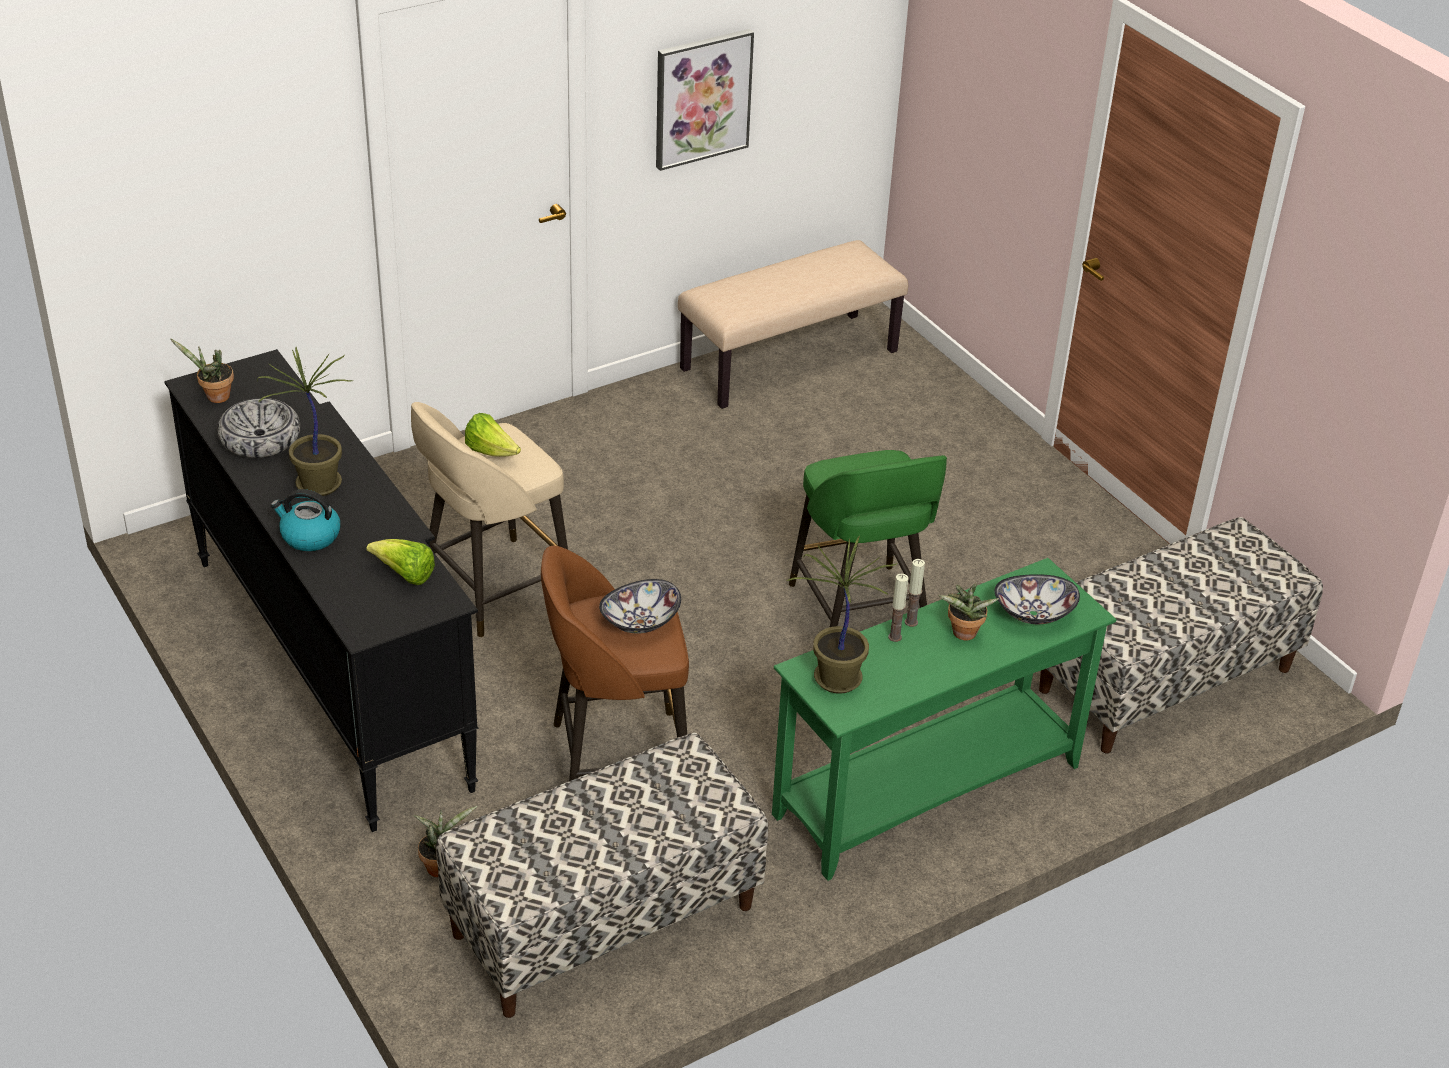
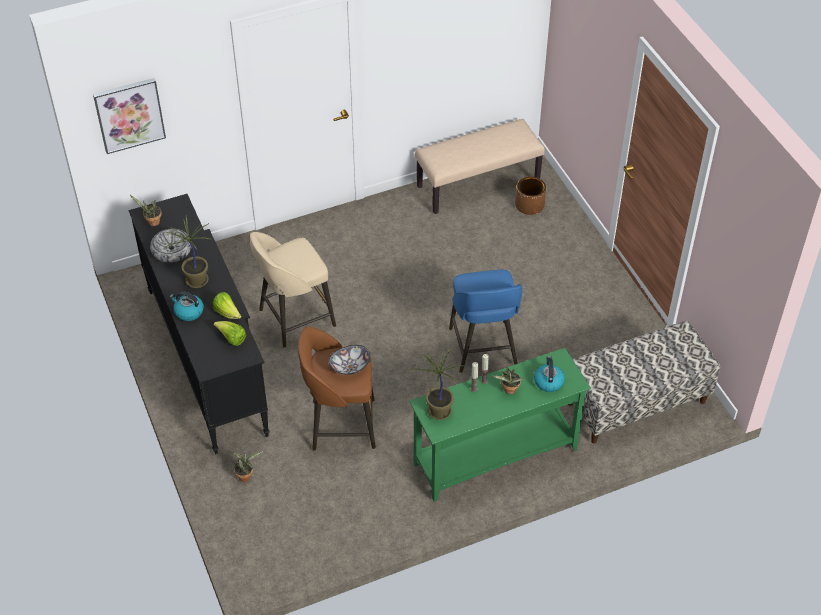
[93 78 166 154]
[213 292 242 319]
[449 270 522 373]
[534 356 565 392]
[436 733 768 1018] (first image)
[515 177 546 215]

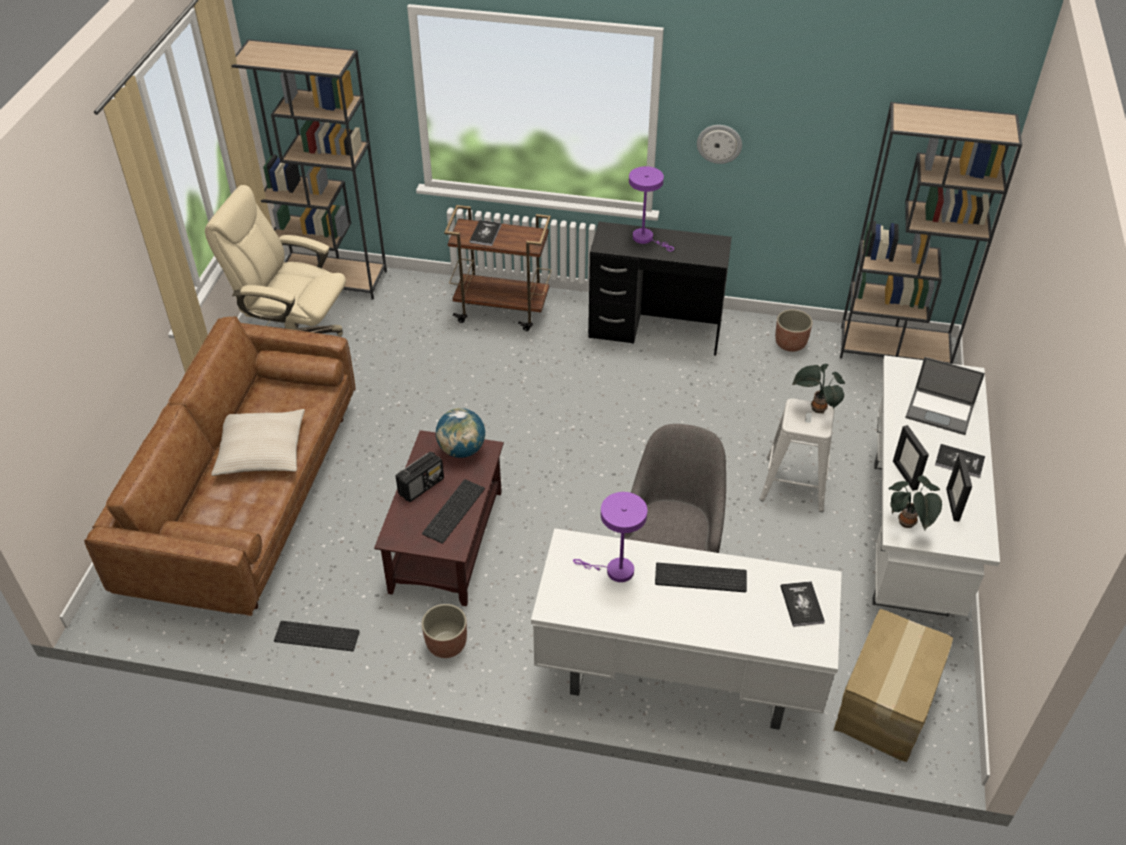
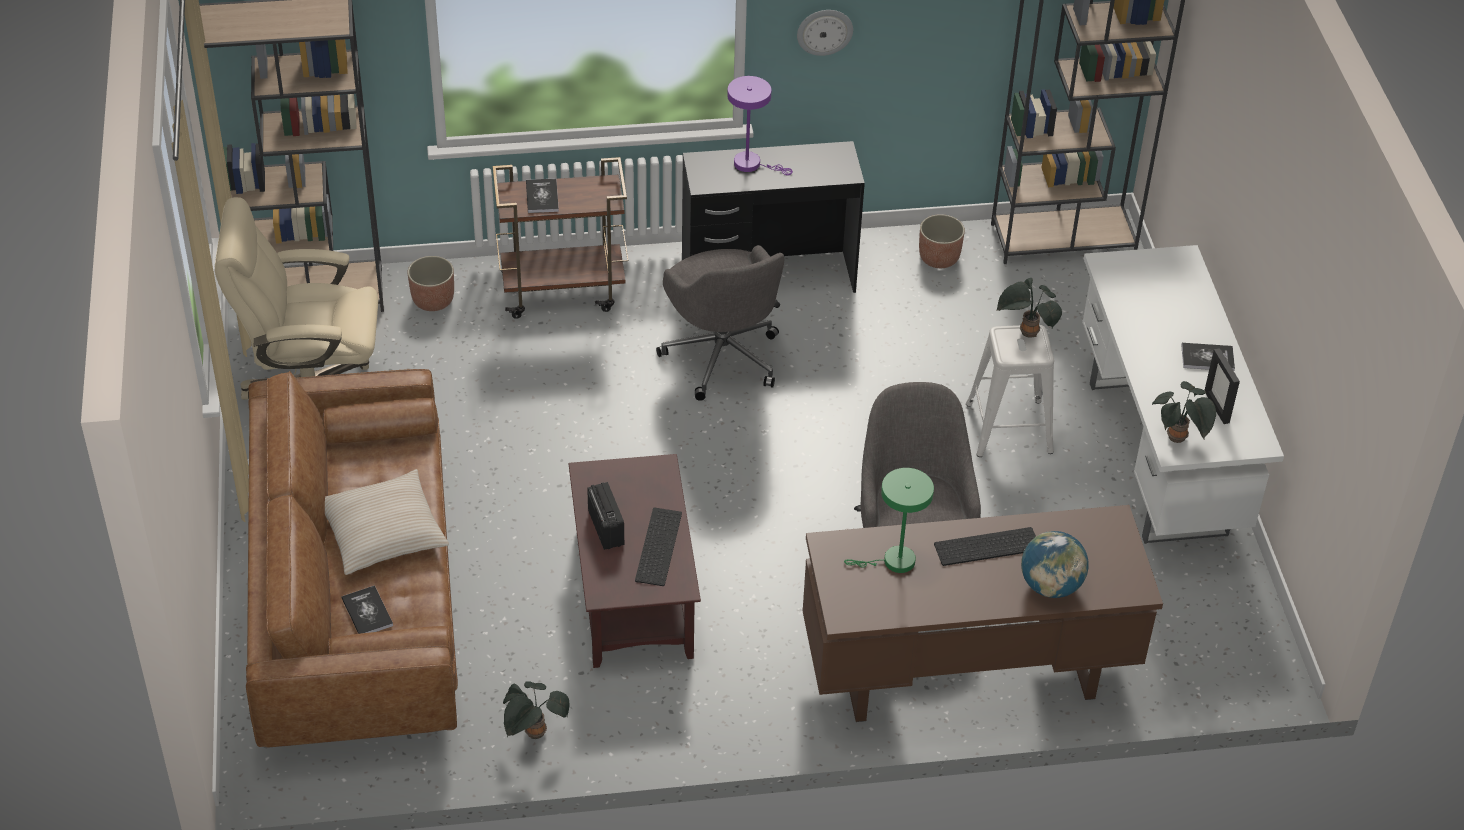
[905 357 985 435] (first image)
[1021 531 1089 598]
[893 425 929 491] (first image)
[587 482 624 550]
[844 468 934 573]
[802 505 1163 722]
[341 585 393 634]
[407 256 454 311]
[834 609 953 762] (first image)
[503 681 570 739]
[656 245 784 401]

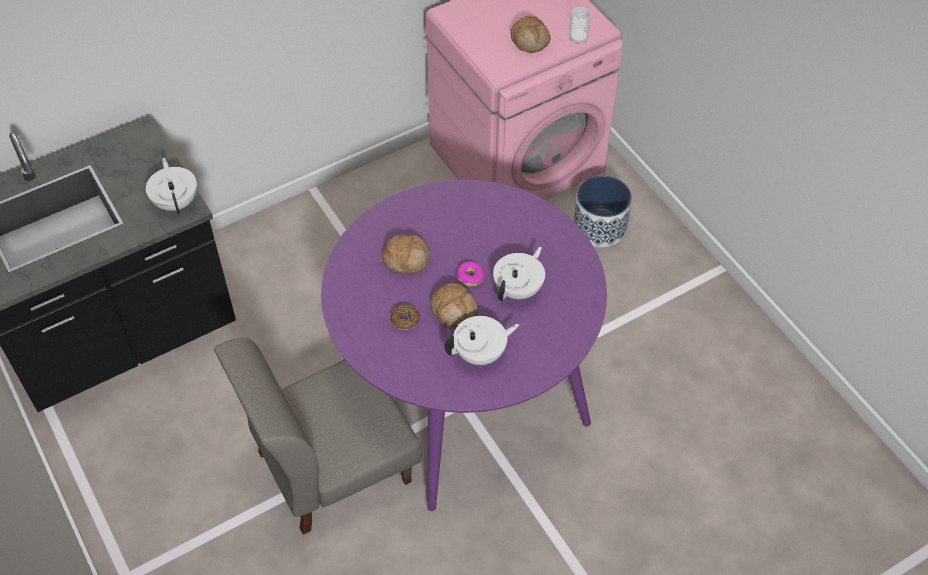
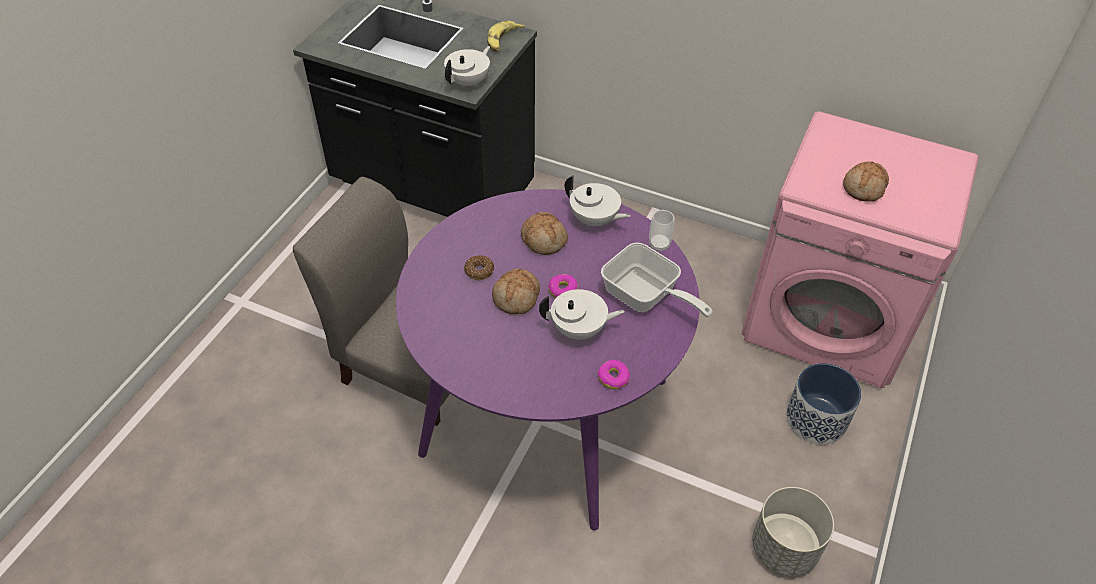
[649 210 675 252]
[565 176 631 228]
[487 21 525 52]
[601 243 712 317]
[598 360 630 389]
[752 487 834 576]

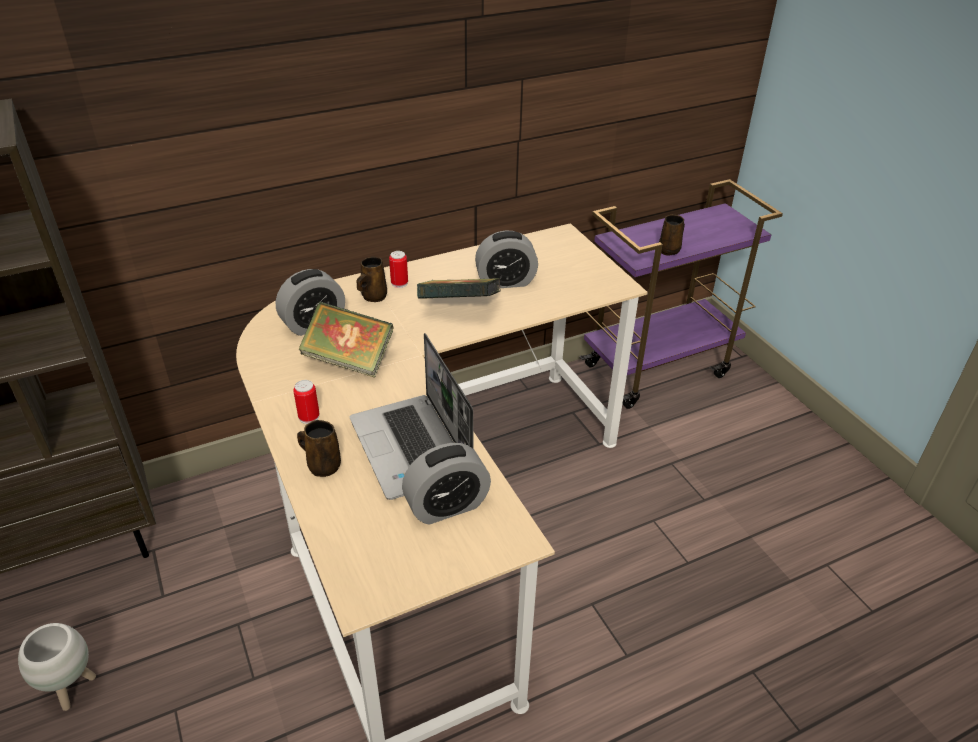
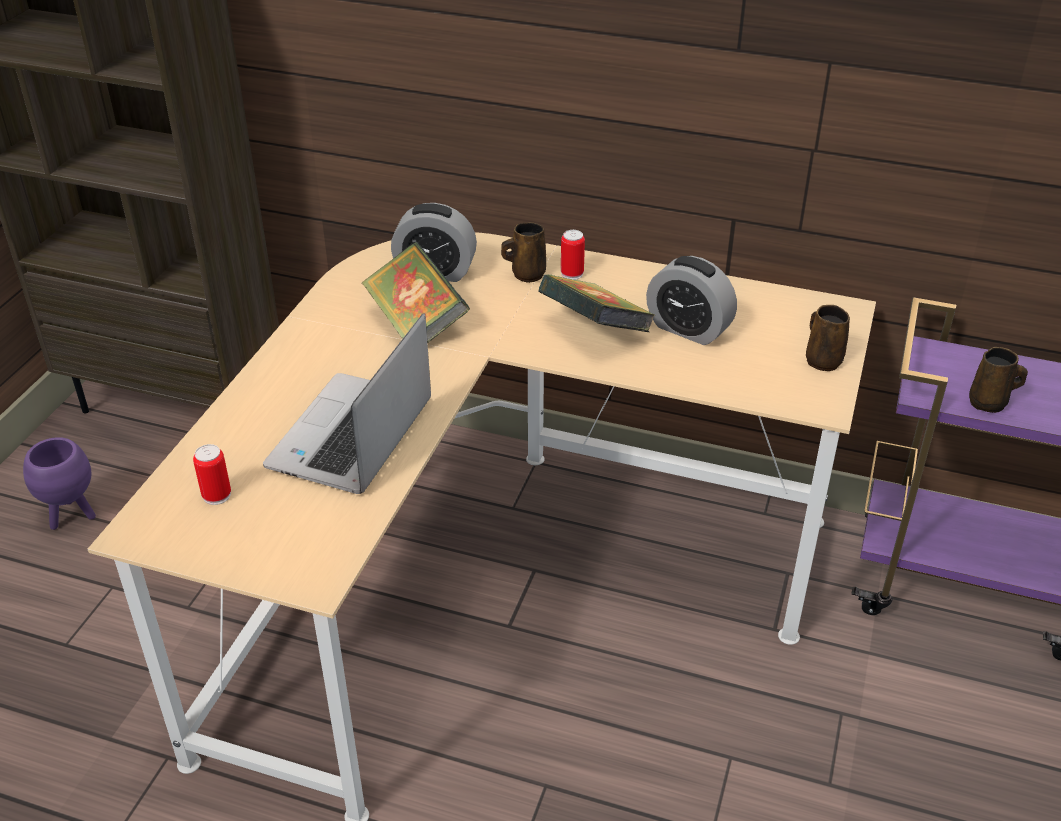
[193 444 231 505]
[806 305 850 371]
[402 443 491 524] (first image)
[23 437 96 530]

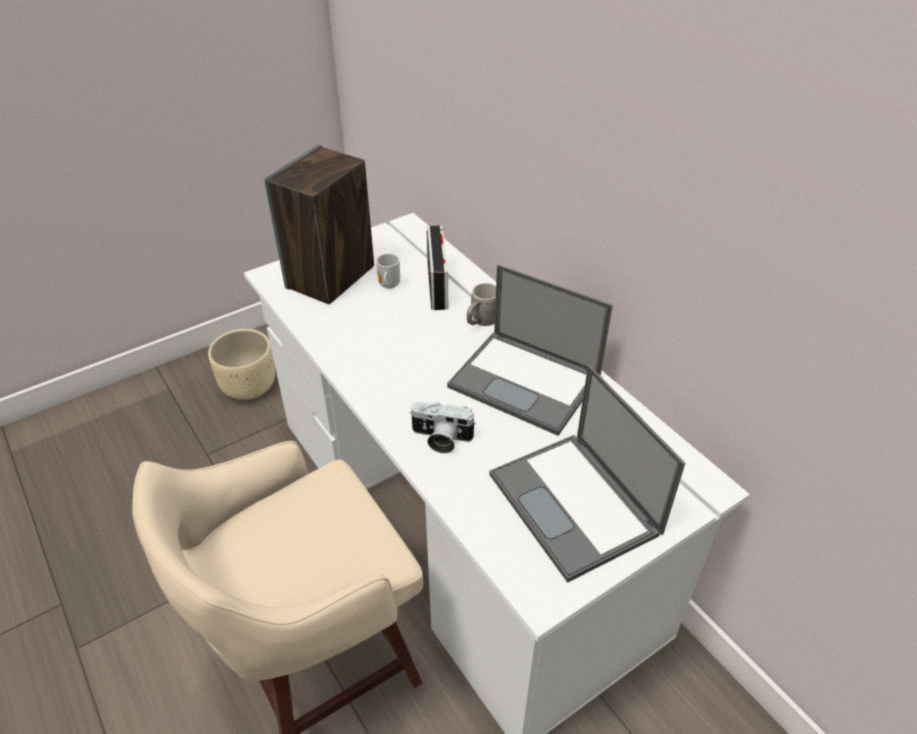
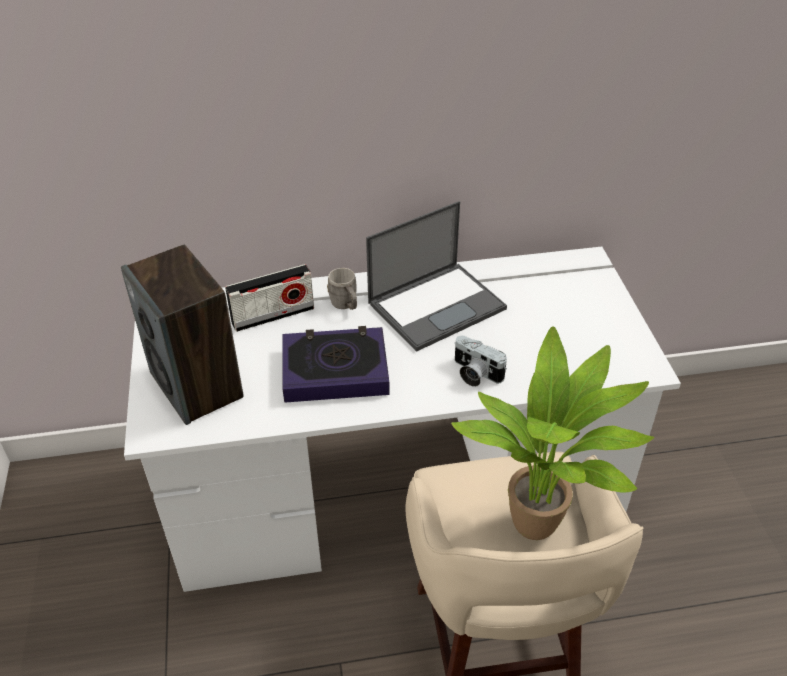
[225 264 314 332]
[376 253 400 289] (first image)
[208 329 275 400] (first image)
[489 365 685 583] (first image)
[455 336 507 387]
[282 326 390 403]
[451 327 655 540]

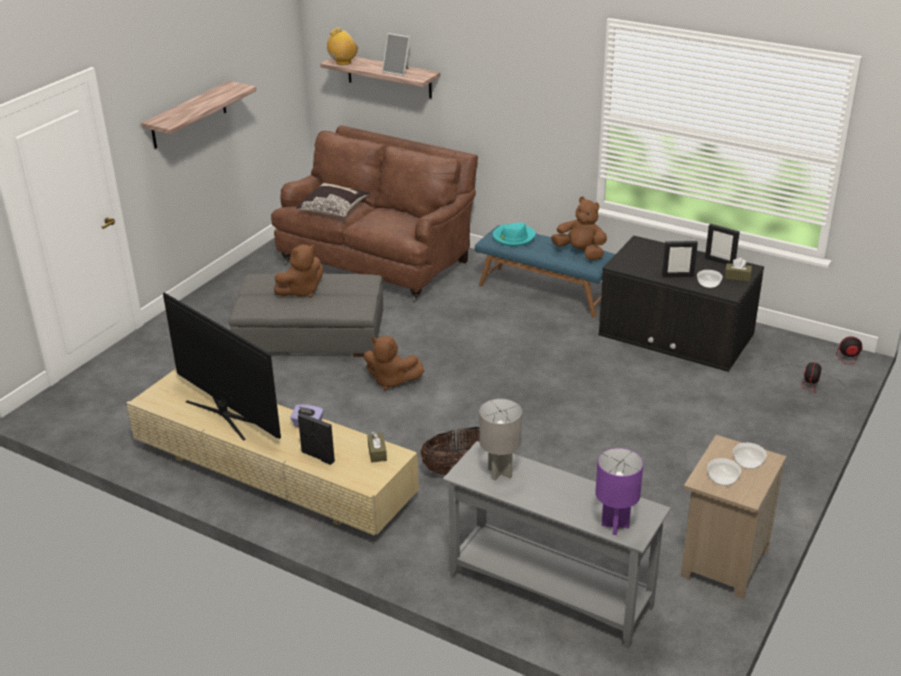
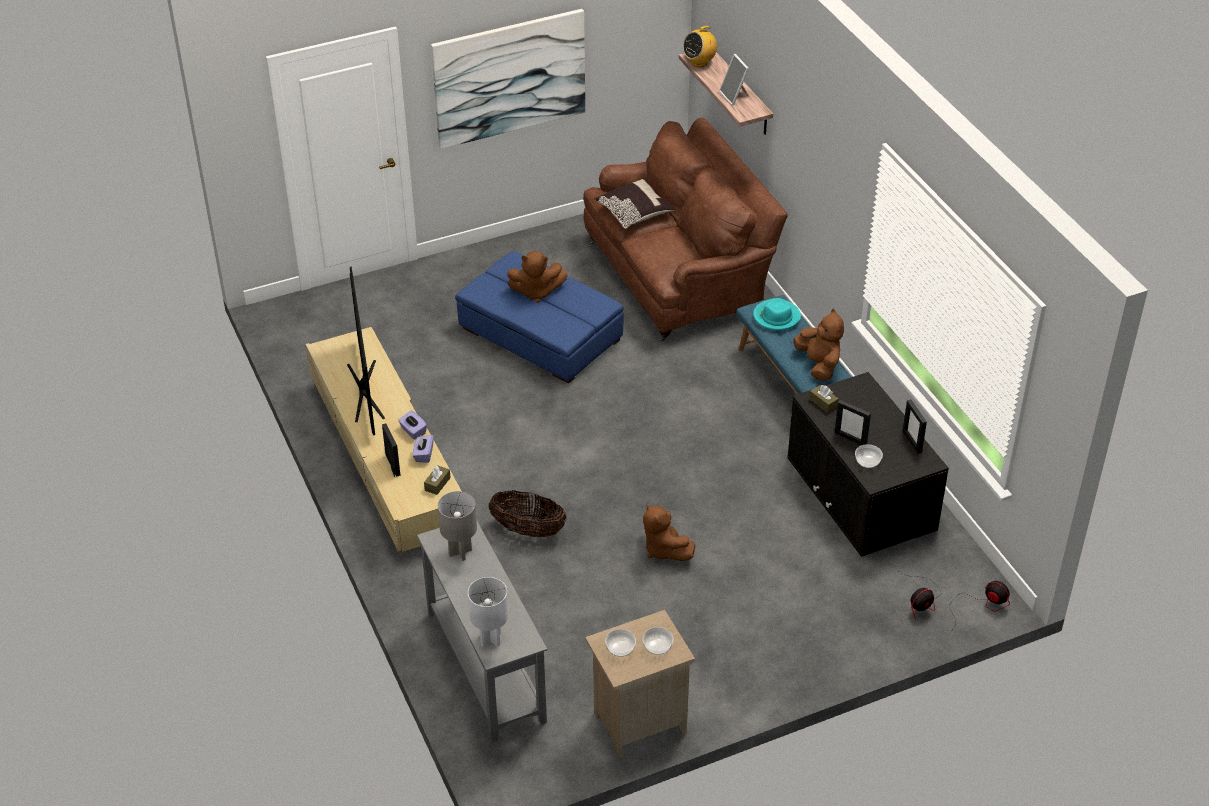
[683 25 717 67]
[431 9 585 149]
[810 385 839 413]
[455 251 624 384]
[643 504 696 561]
[468 577 509 647]
[413 435 434 463]

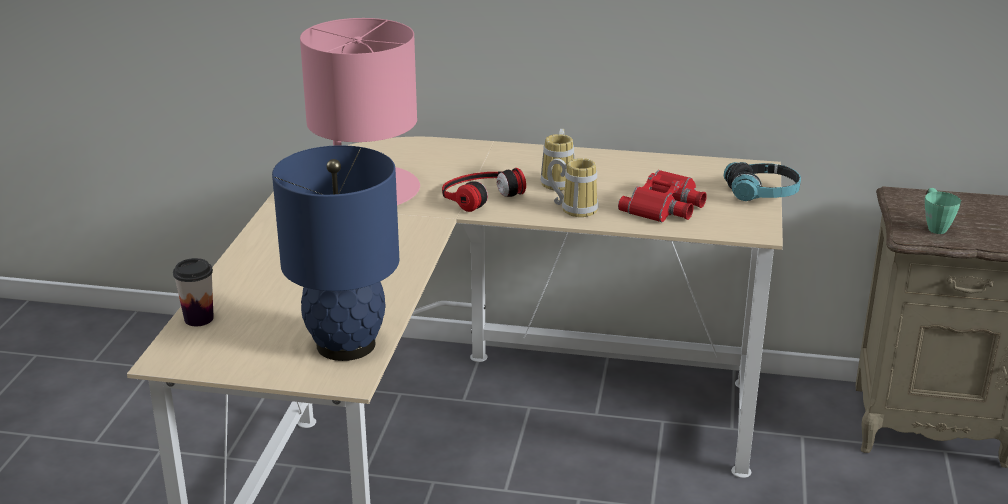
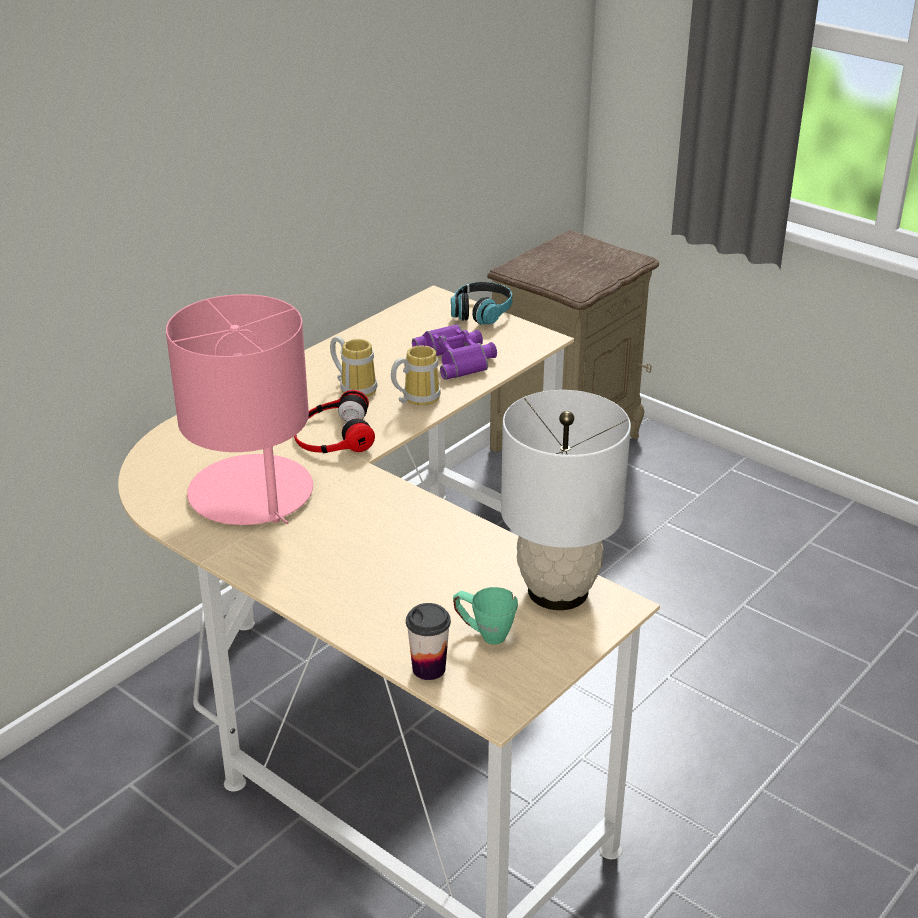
[501 390 631 610]
[412 324 497 380]
[453 587 518 645]

